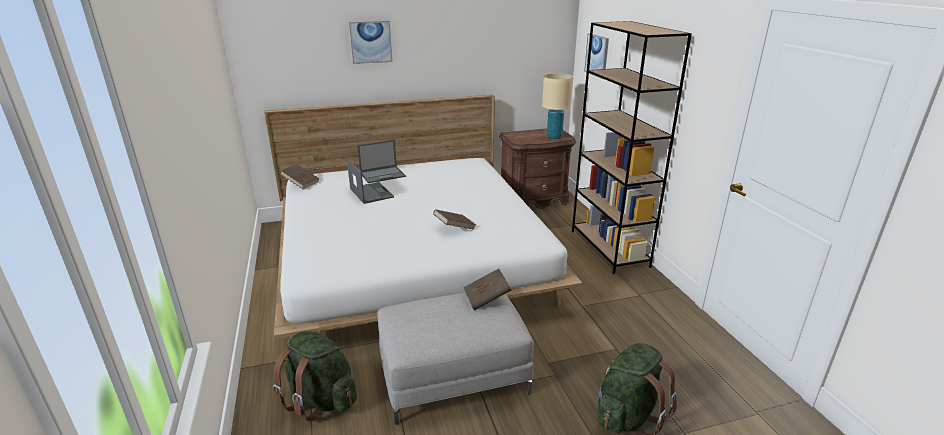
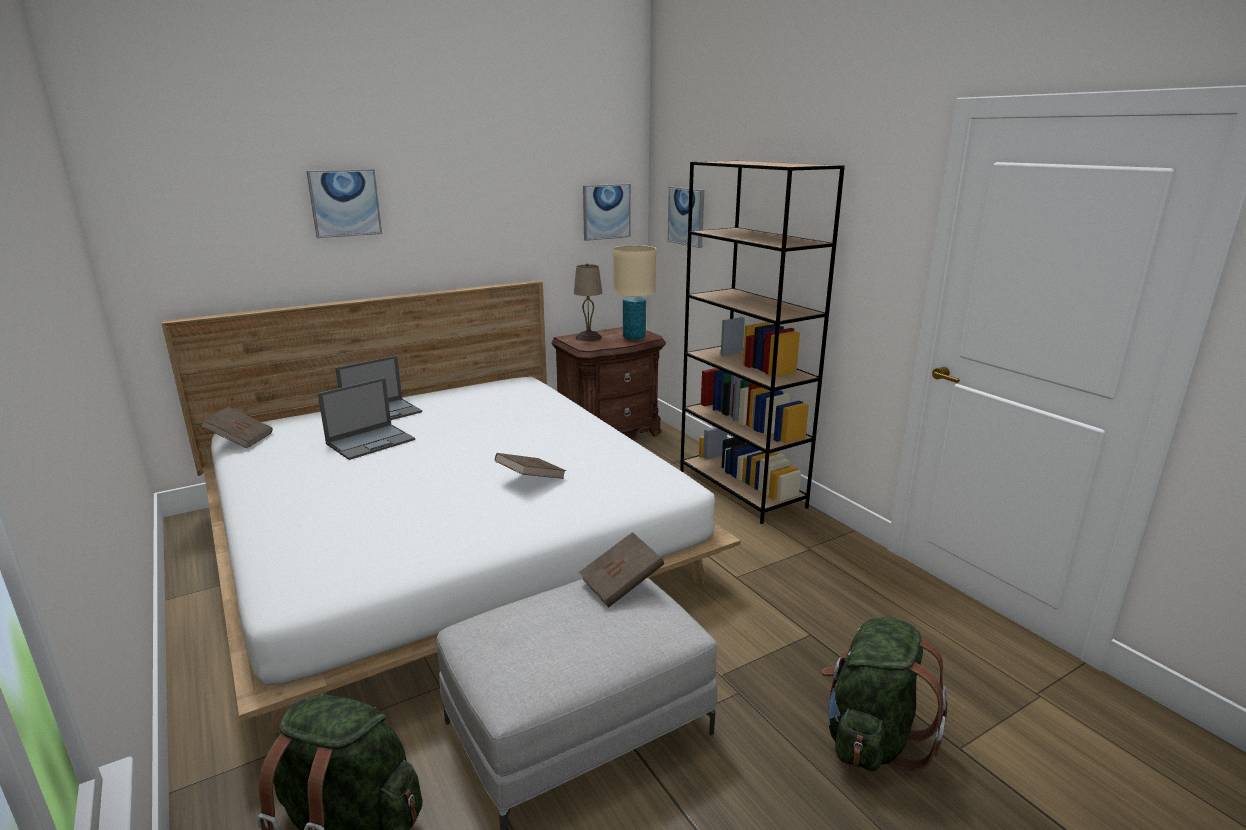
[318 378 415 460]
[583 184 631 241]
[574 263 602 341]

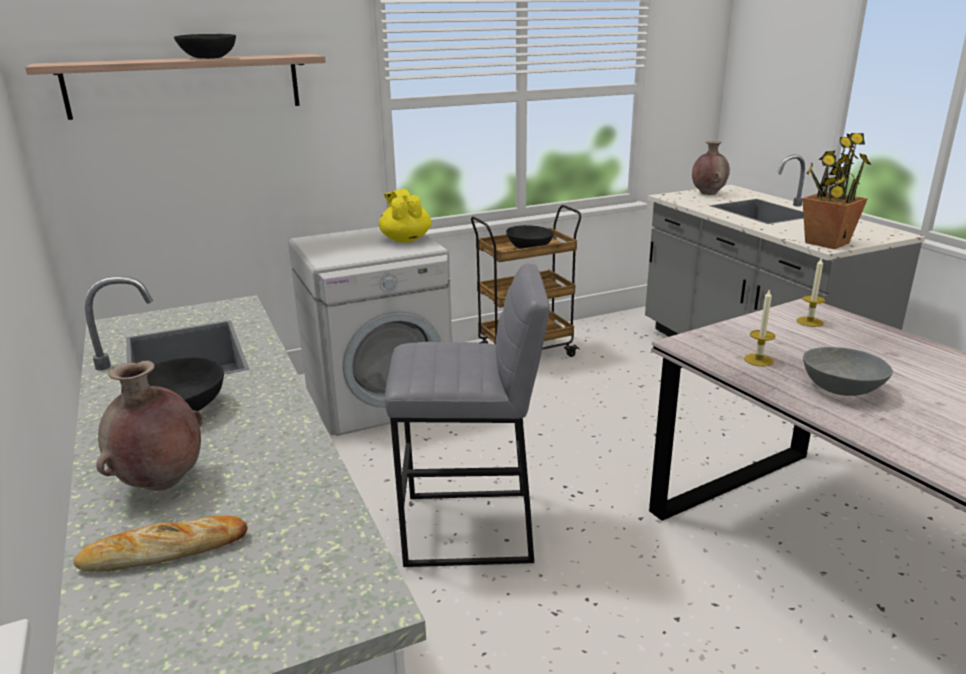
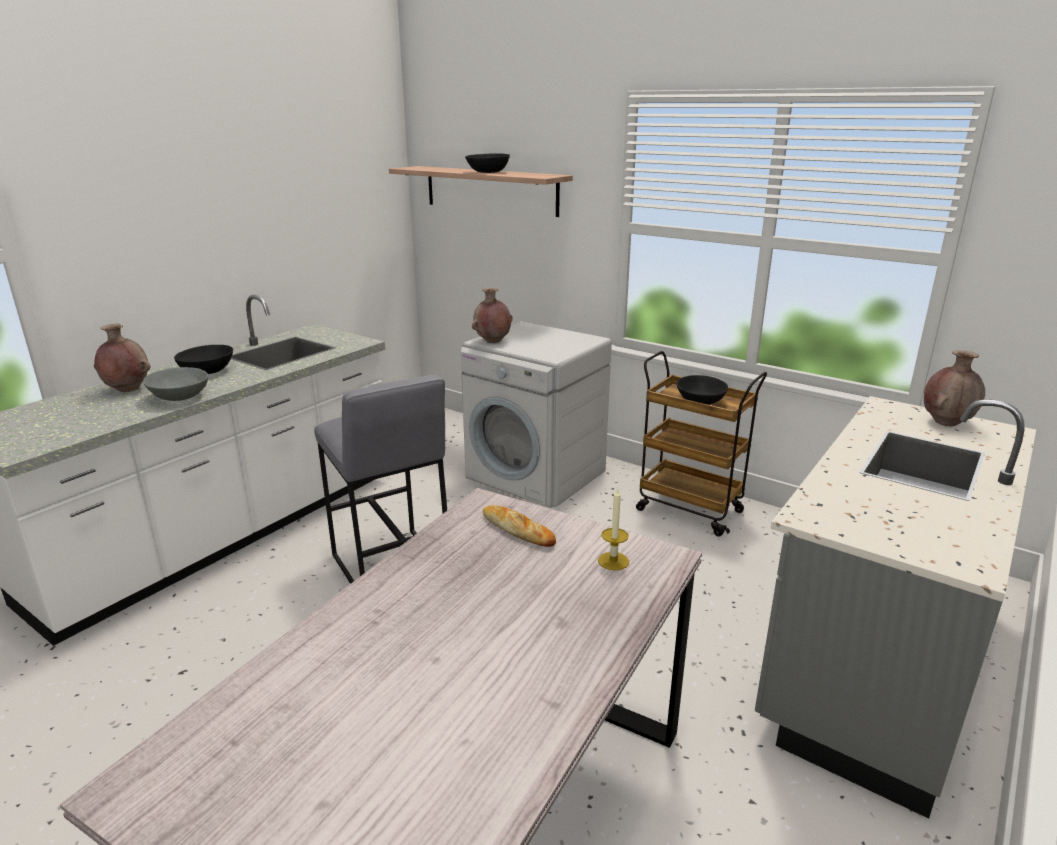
[802 133 871 249] (first image)
[379 189 432 242] (first image)
[744 289 776 366] (first image)
[143 367 208 401]
[483 505 556 547]
[472 288 513 343]

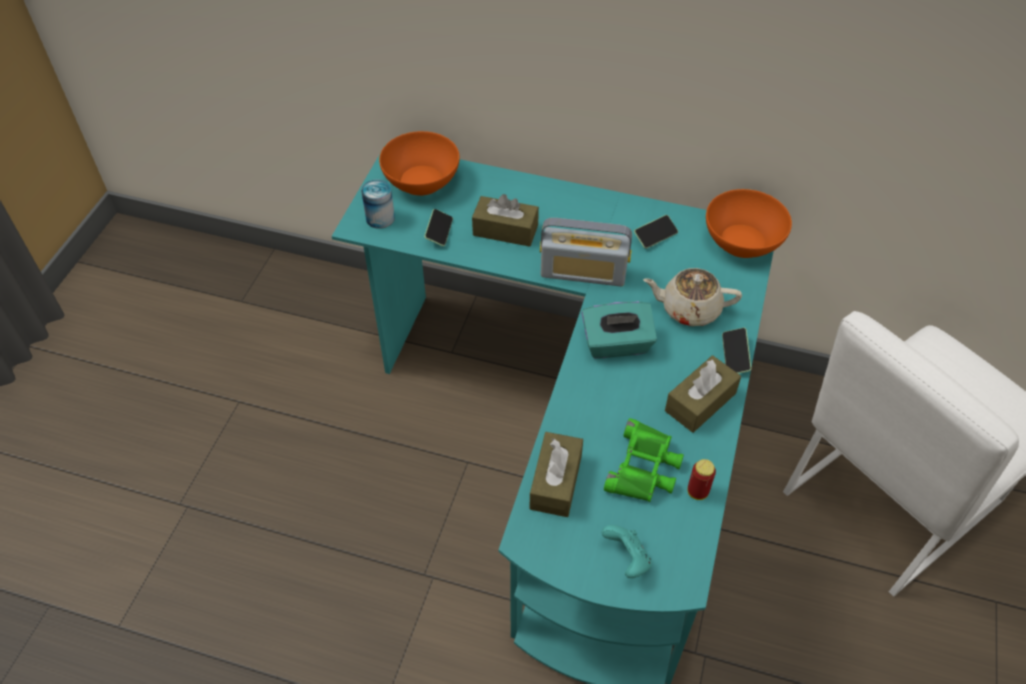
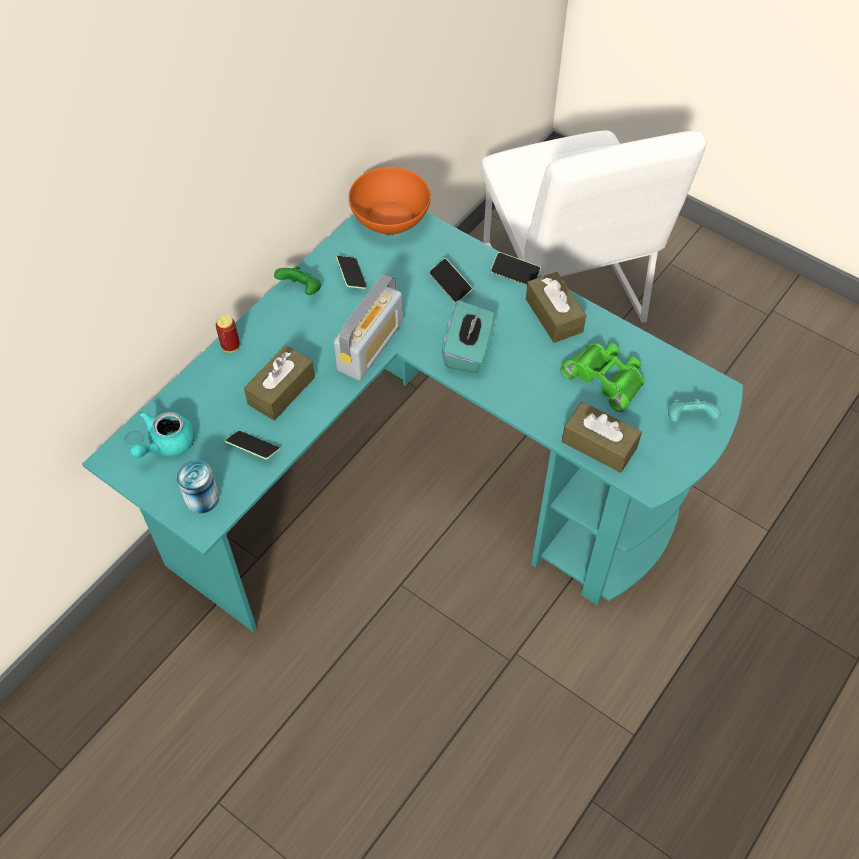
[130 411 195 458]
[429 258 473 303]
[215 314 240 353]
[274 266 321 295]

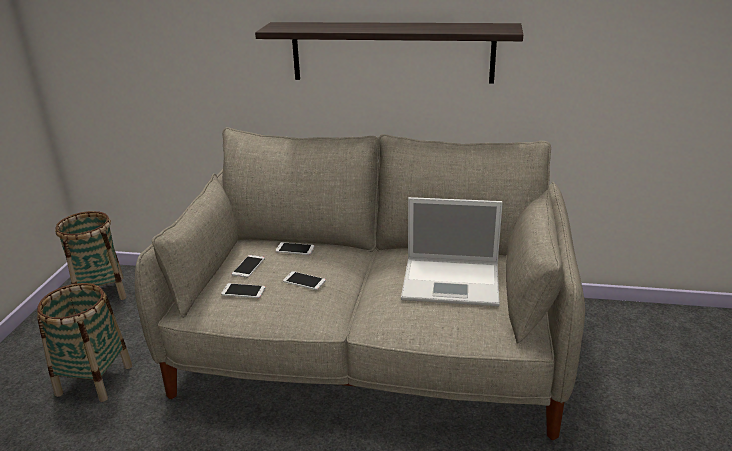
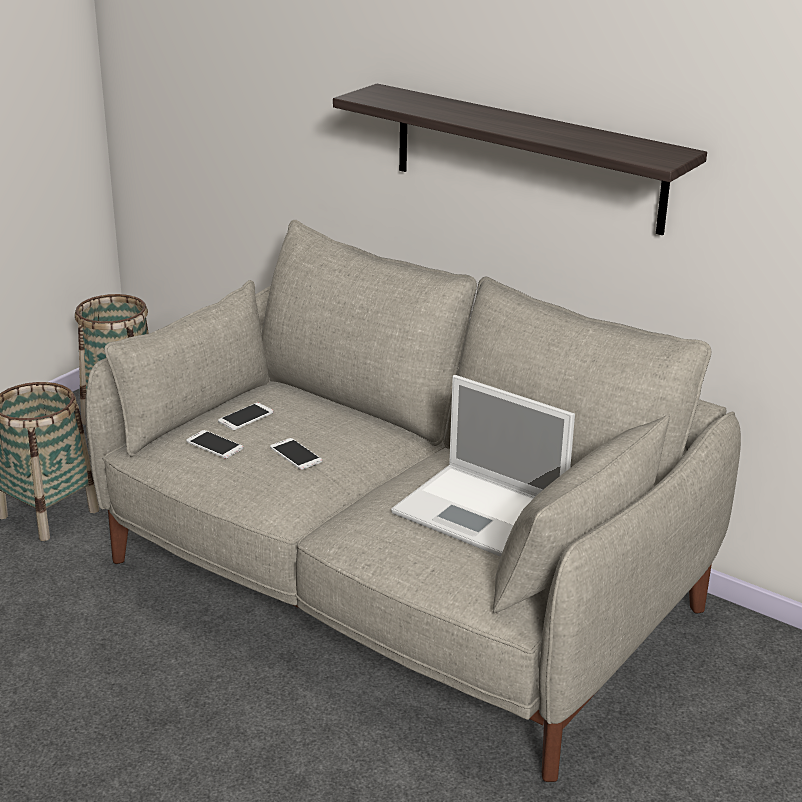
[276 242 315 255] (first image)

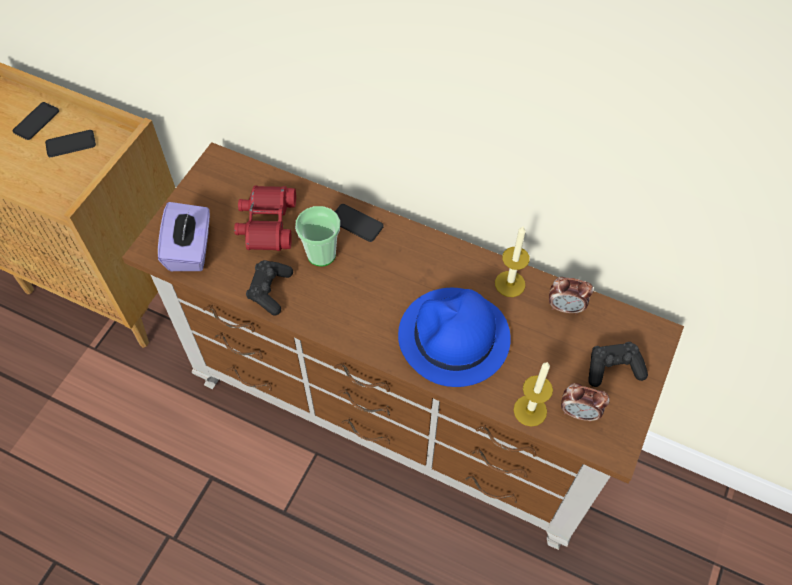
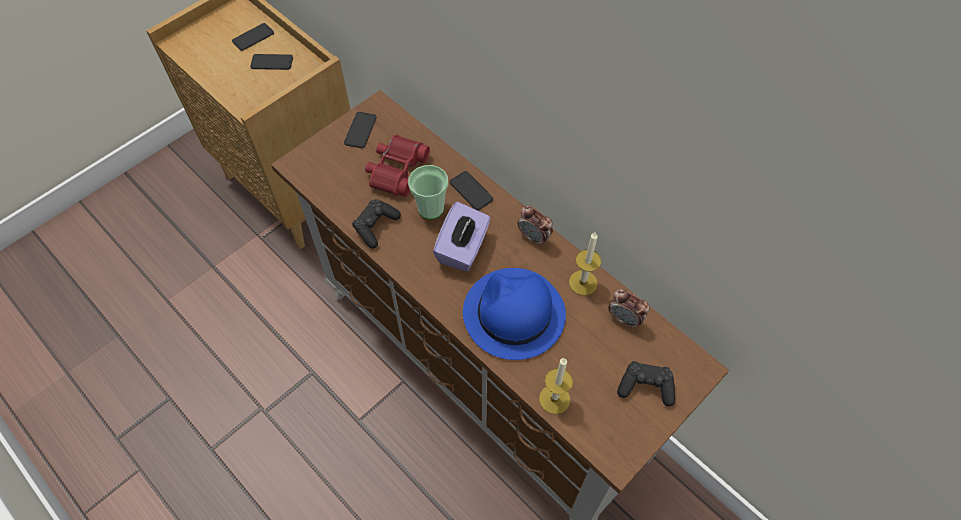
[433 202 490 272]
[518 206 553 246]
[344 112 377 148]

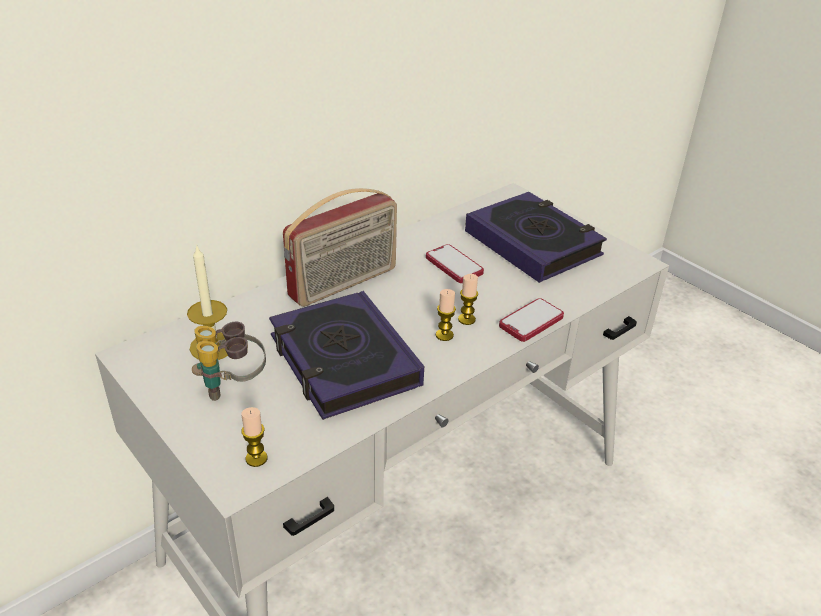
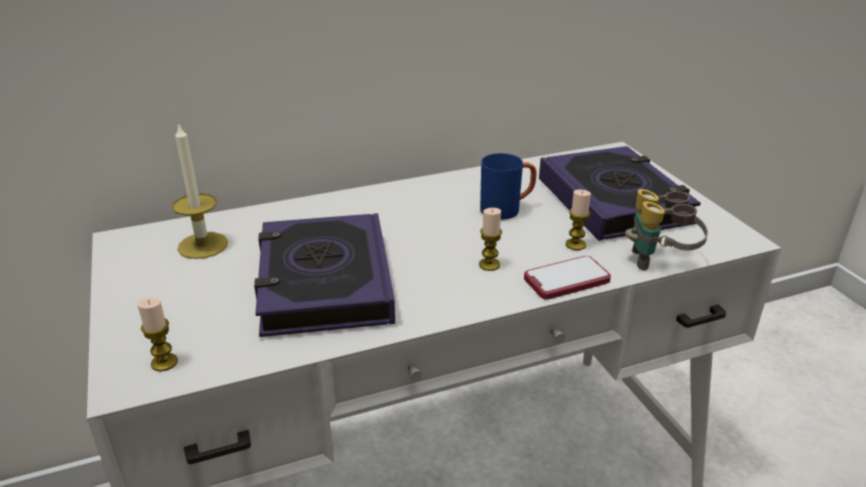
[283 188 397 307] (first image)
[480 153 537 220]
[566 189 591 250]
[625 189 708 271]

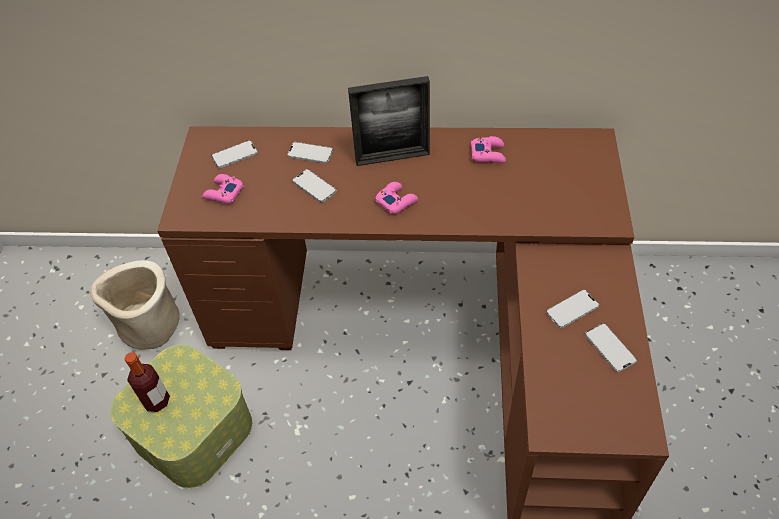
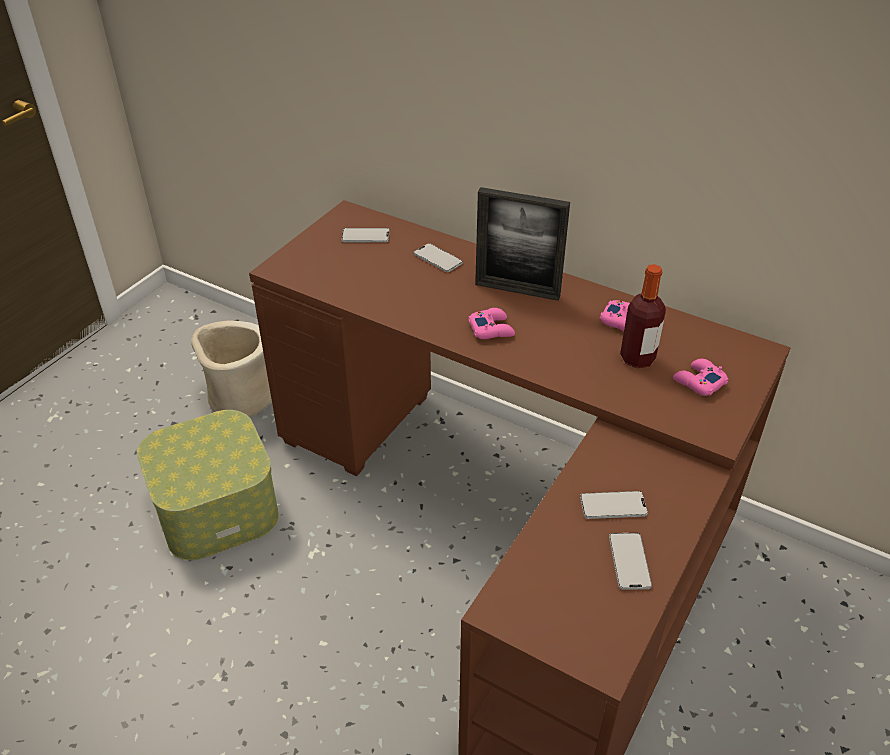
[292 169 337 203] (first image)
[673 359 728 396]
[620 264 666 368]

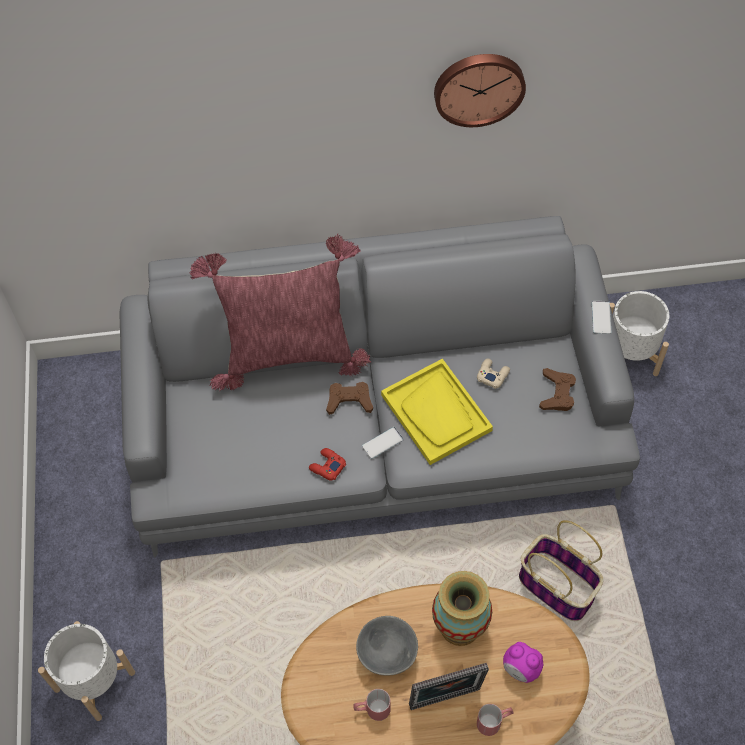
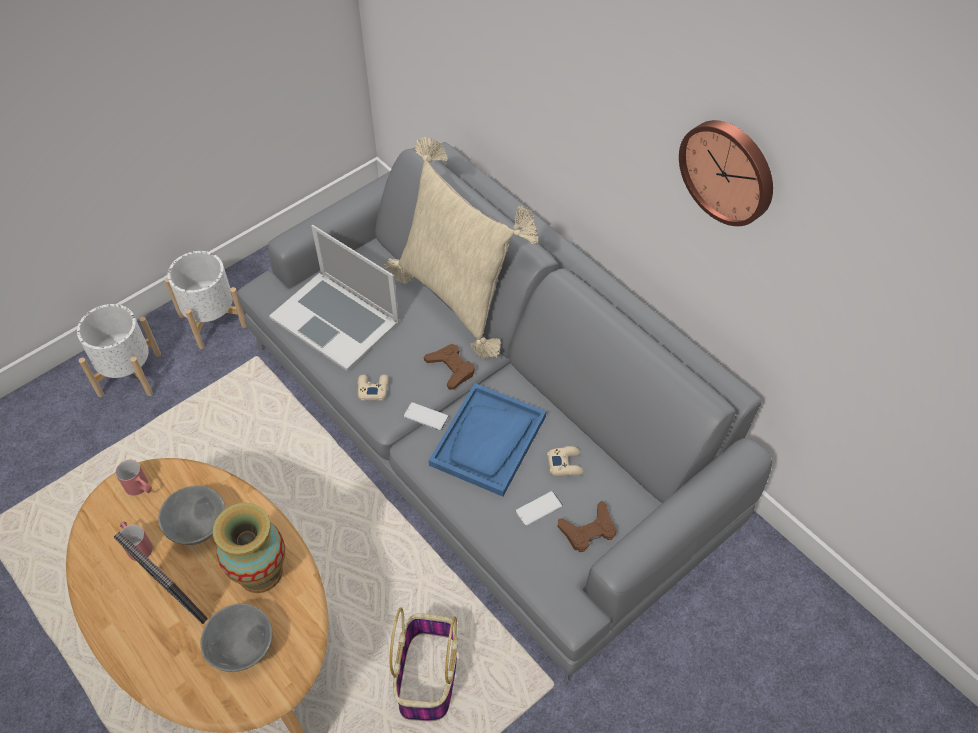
[384 137 539 359]
[165 251 247 349]
[515 491 563 526]
[429 383 546 497]
[357 375 389 401]
[201 603 273 672]
[115 460 152 496]
[269 225 399 371]

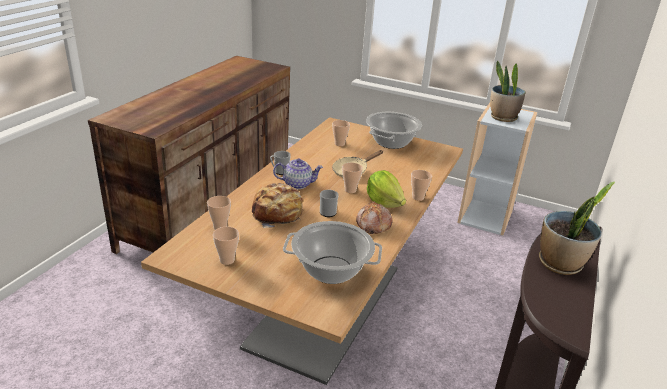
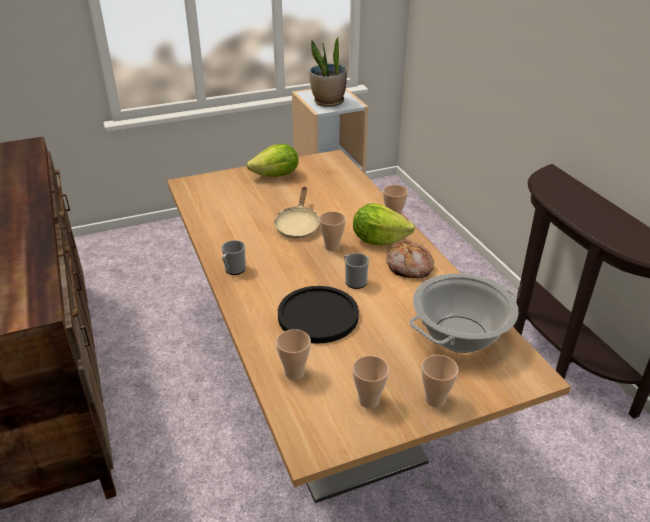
[246 144 299 177]
[421 355 459 407]
[273 158 323 189] (first image)
[539 182 615 275] (first image)
[278 286 359 343]

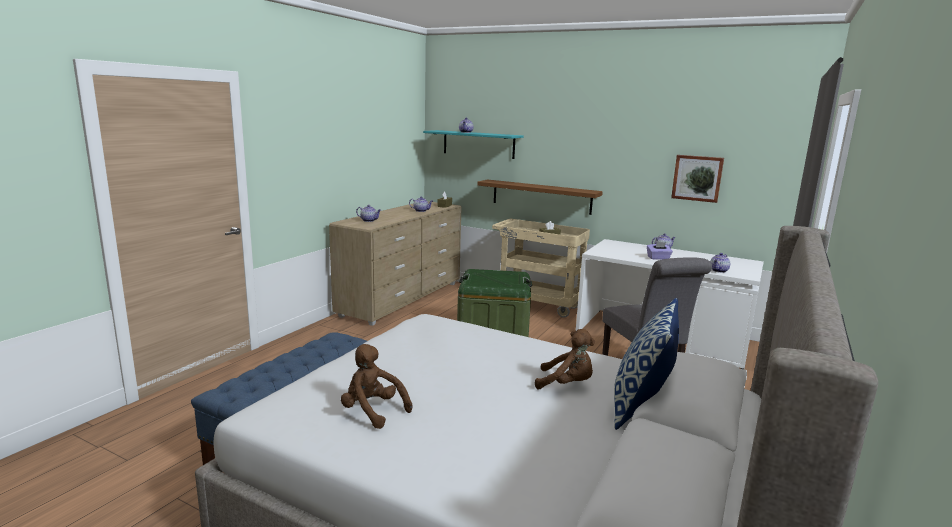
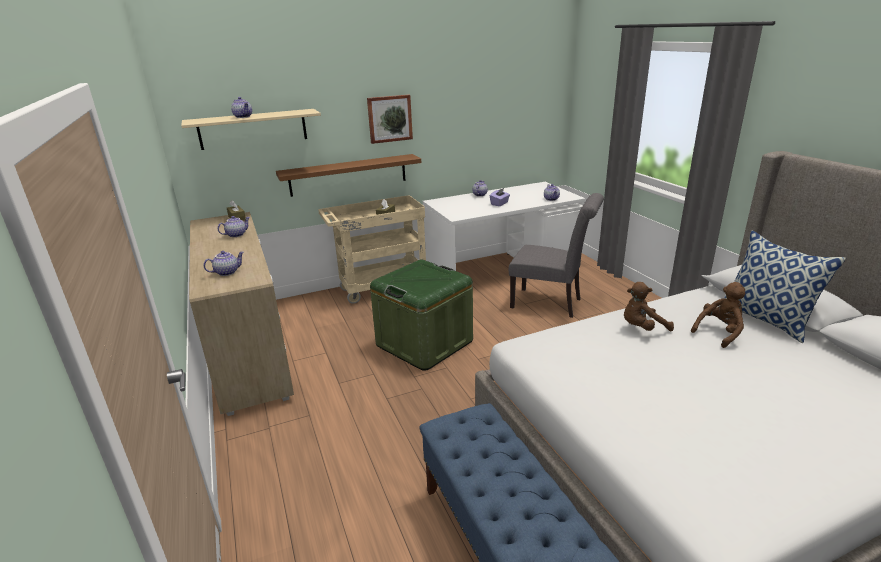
[181 109 321 150]
[367 95 413 144]
[624 282 674 331]

